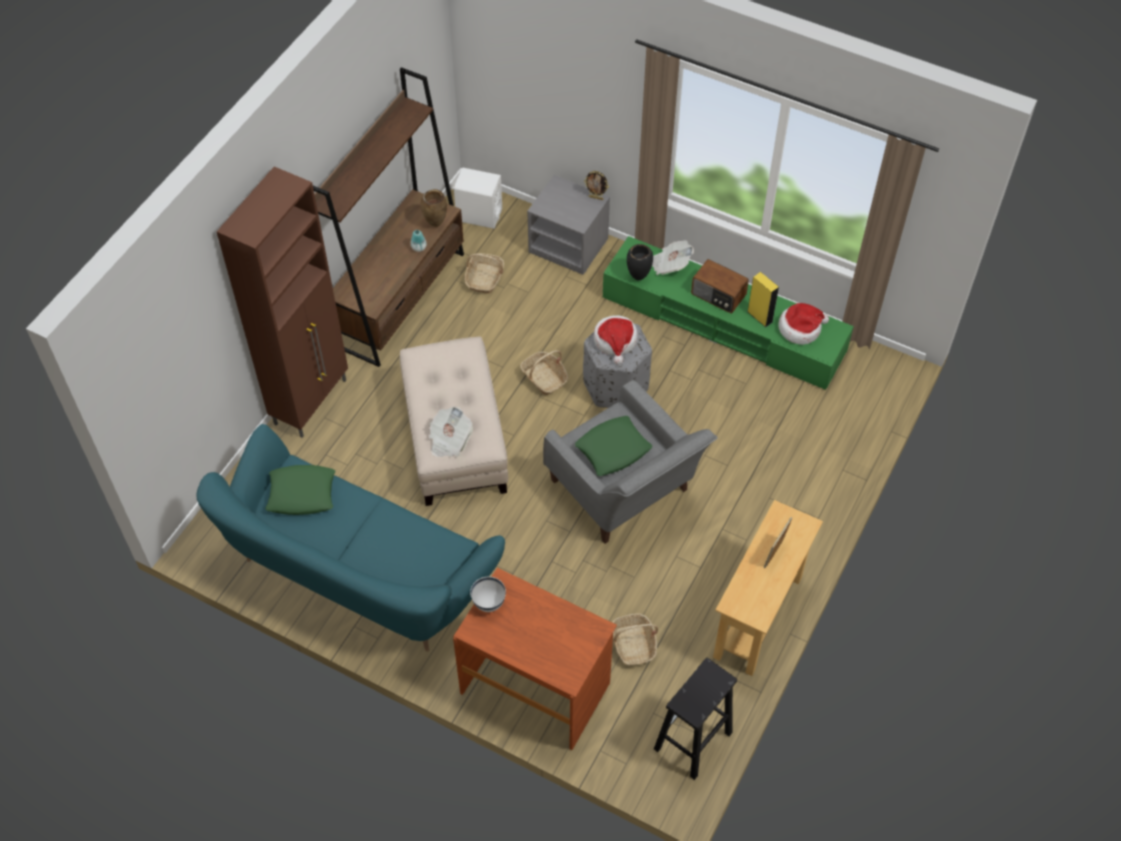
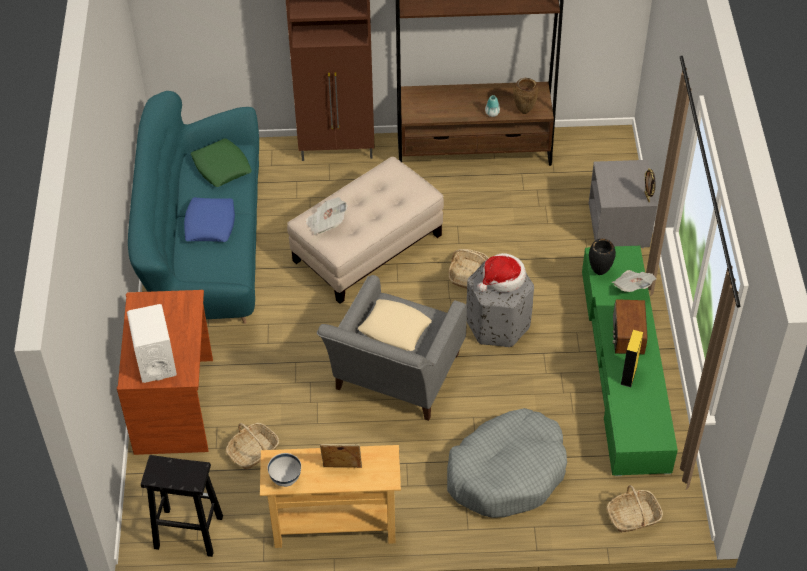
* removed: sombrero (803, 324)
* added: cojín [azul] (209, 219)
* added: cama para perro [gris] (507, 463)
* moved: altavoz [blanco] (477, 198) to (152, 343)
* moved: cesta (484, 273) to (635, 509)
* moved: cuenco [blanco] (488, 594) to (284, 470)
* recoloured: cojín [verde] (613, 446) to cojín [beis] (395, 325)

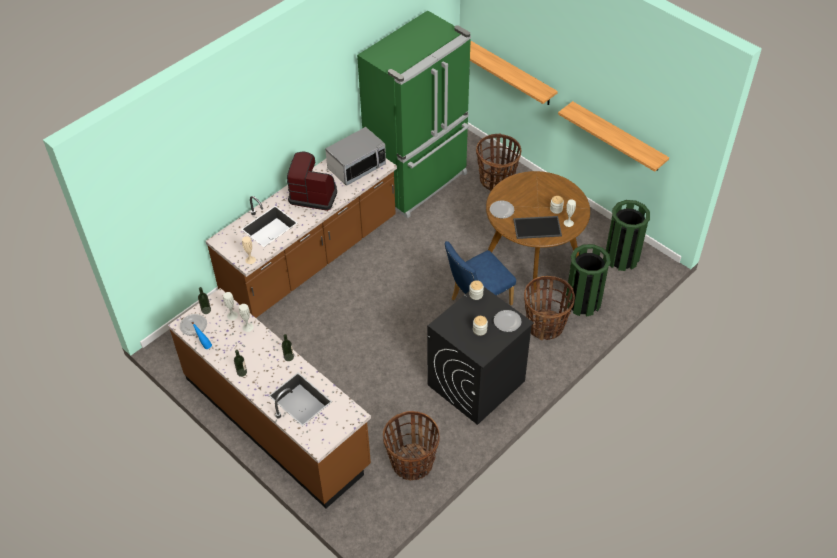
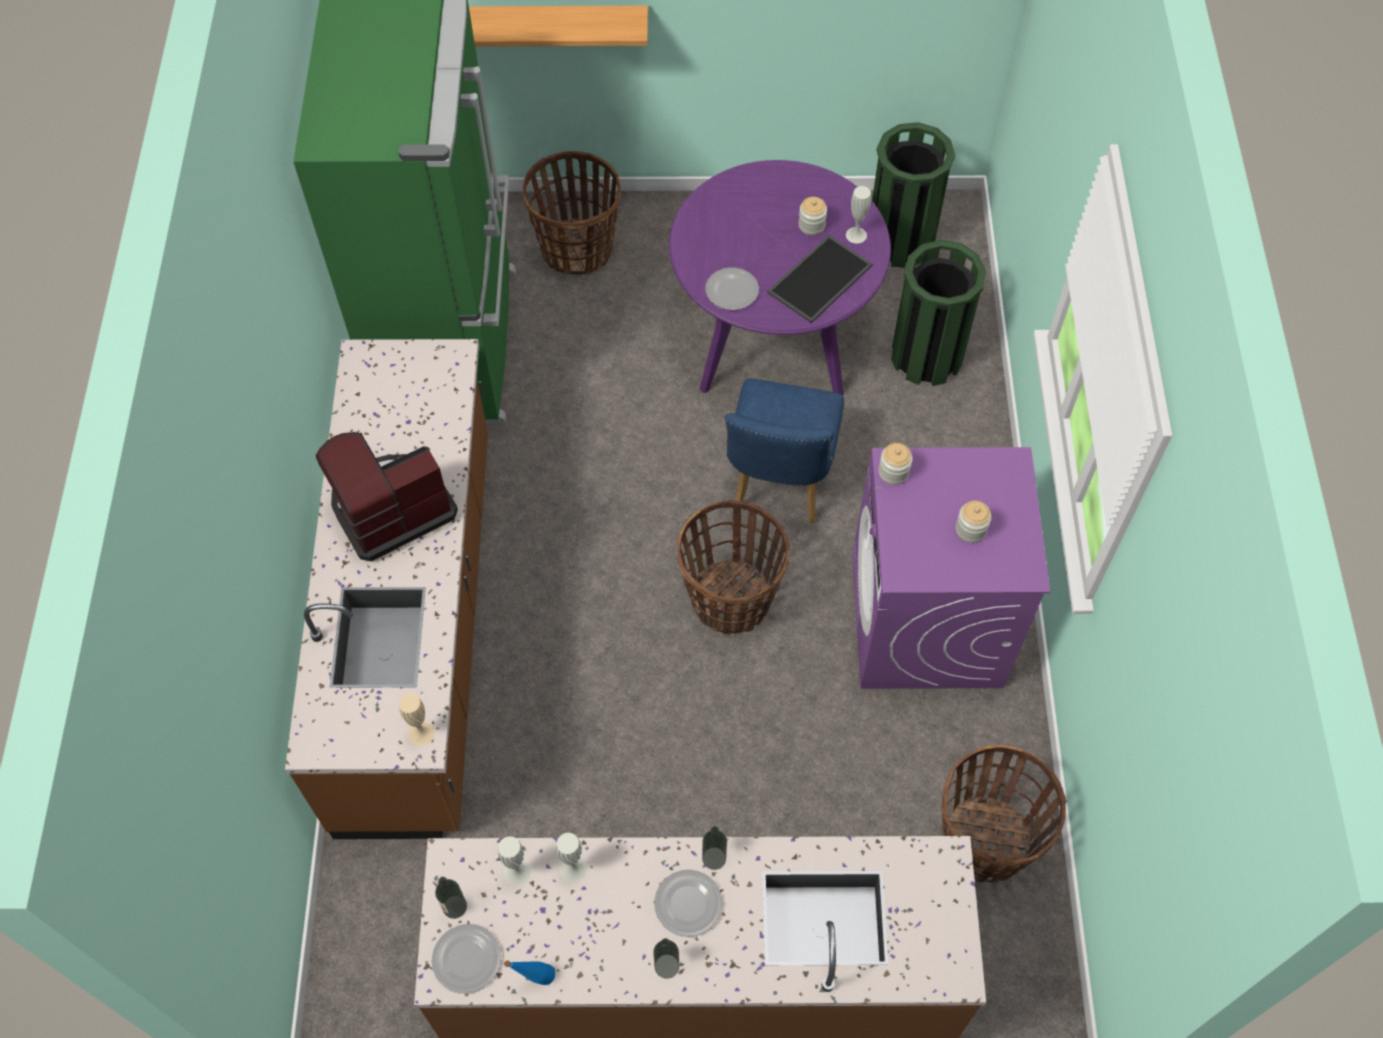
* removed: microondas (355, 156)
* removed: estante (613, 136)
* moved: plato (507, 321) to (688, 903)
* moved: cesta (549, 308) to (733, 567)
* recoloured: lavadora [negro] (480, 356) to lavadora [morado] (951, 568)
* recoloured: mesa de comedor [marrón] (538, 232) to mesa de comedor [morado] (780, 277)

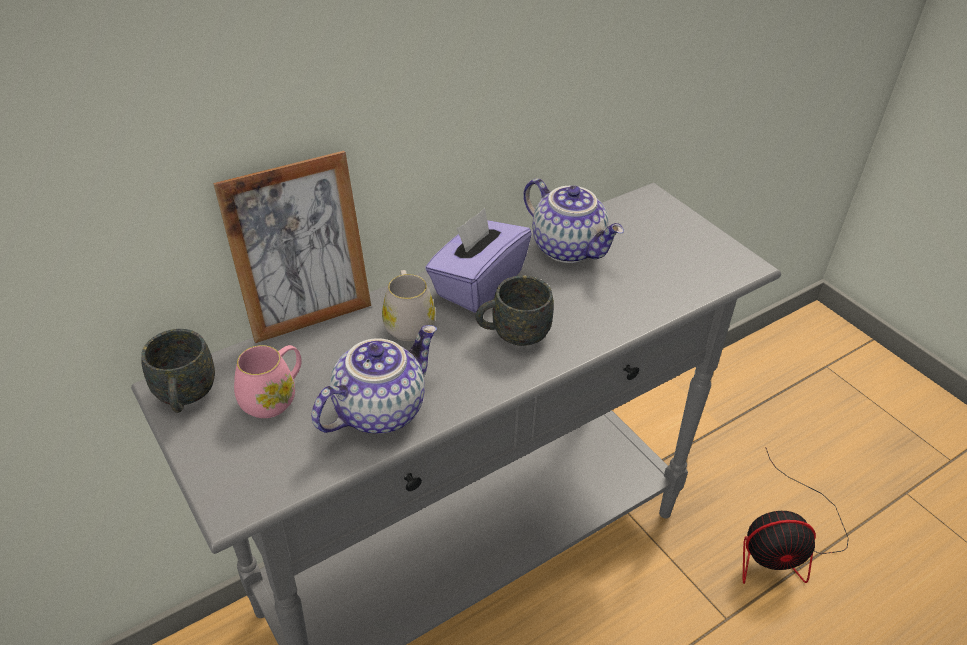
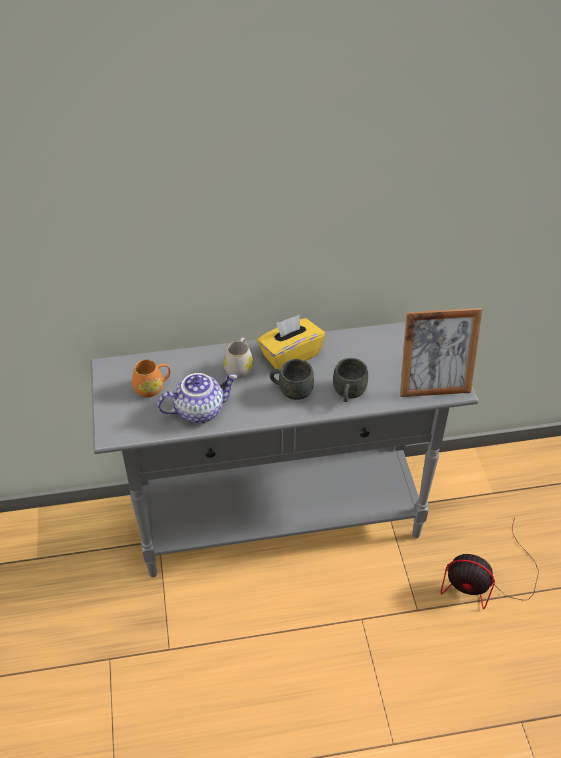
* removed: tetera (573, 220)
* moved: taza grande [gris] (178, 371) to (350, 380)
* moved: portarretratos (292, 247) to (441, 352)
* recoloured: taza grande [rosa] (267, 381) to taza grande [naranja] (151, 378)
* recoloured: caja de pañuelos [morado] (478, 260) to caja de pañuelos [amarillo] (291, 342)

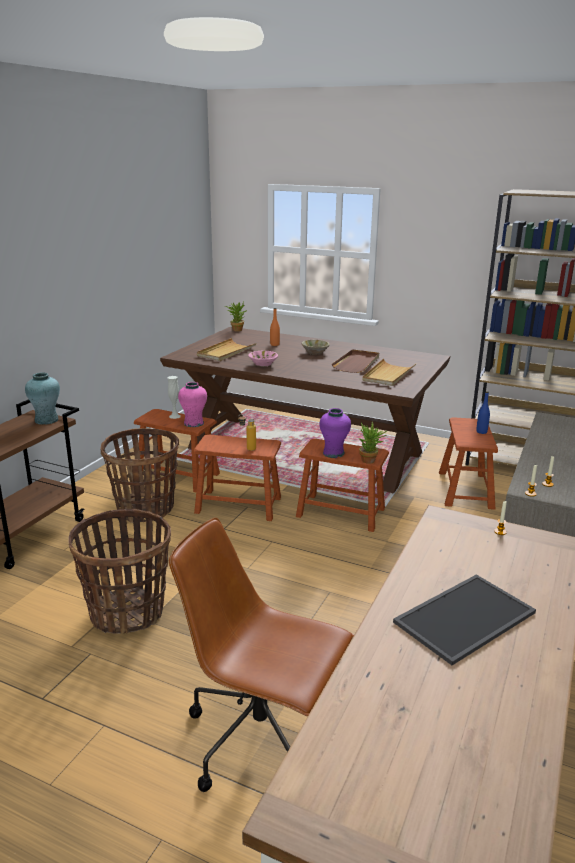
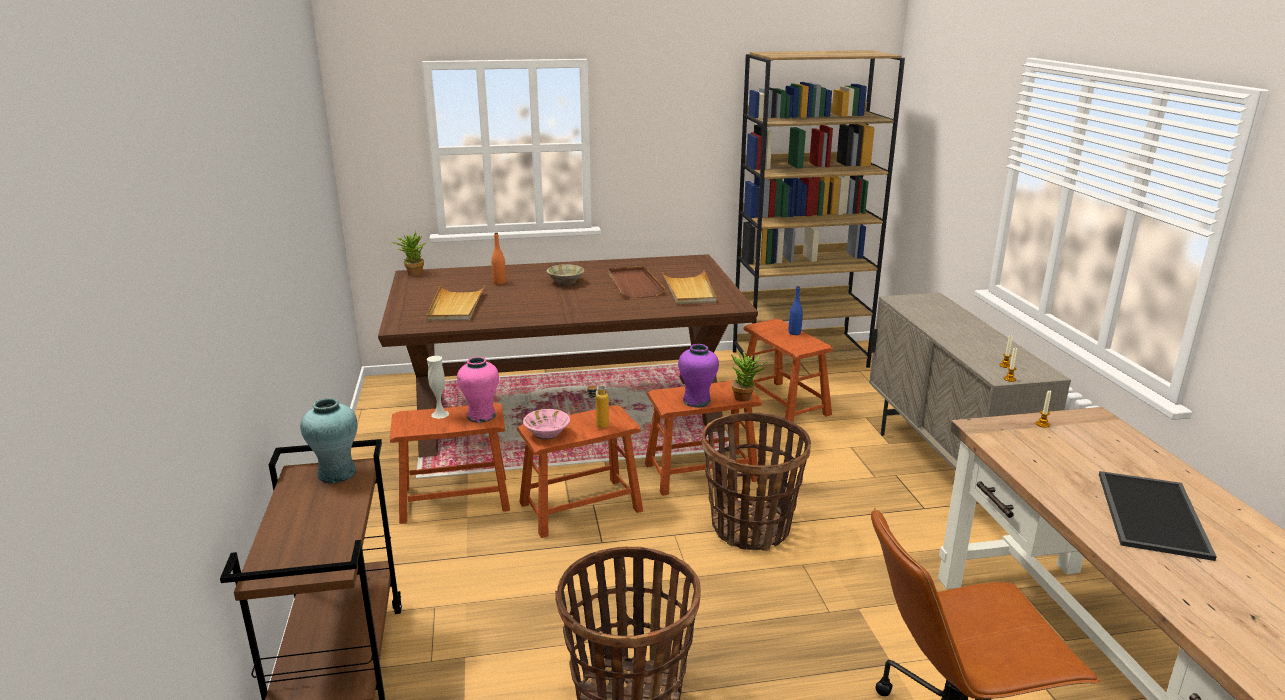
* moved: cesta (139, 475) to (756, 482)
* moved: cuenco [rosa] (263, 359) to (546, 424)

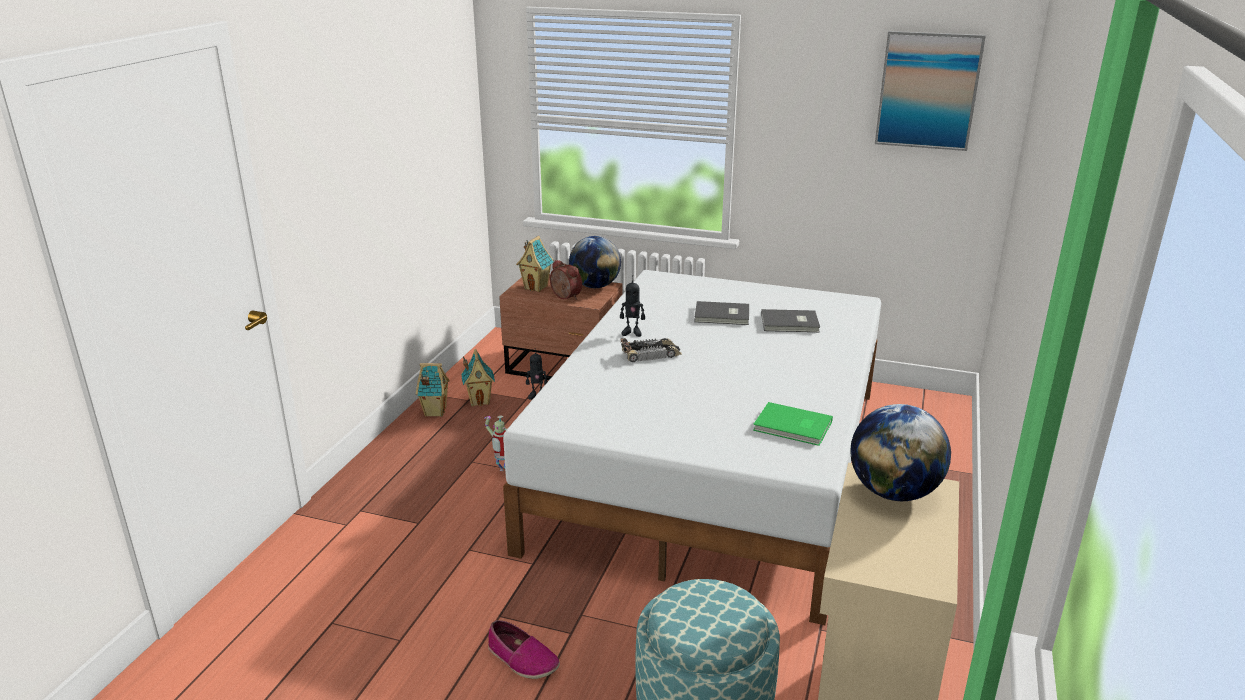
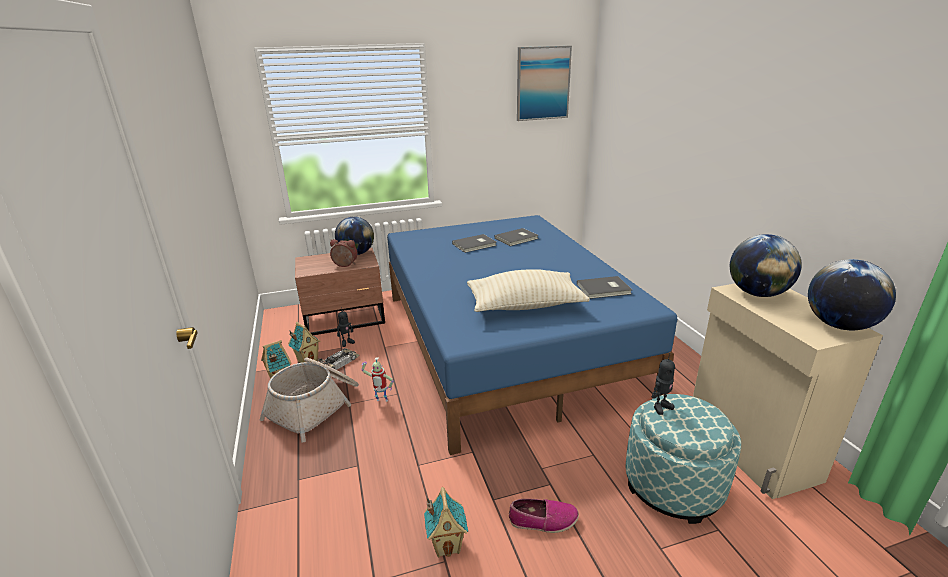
* added: cesta (309, 400)
* added: cojín [beis] (528, 290)
* added: globo terráqueo (852, 294)
* moved: casita (535, 264) to (446, 522)
* moved: robot de juguete (632, 306) to (663, 384)
* moved: coche de juguete (651, 350) to (338, 359)
* recoloured: cama [blanco] (692, 447) to cama [azul] (532, 335)
* recoloured: libro [verde] (793, 424) to libro [gris] (604, 287)

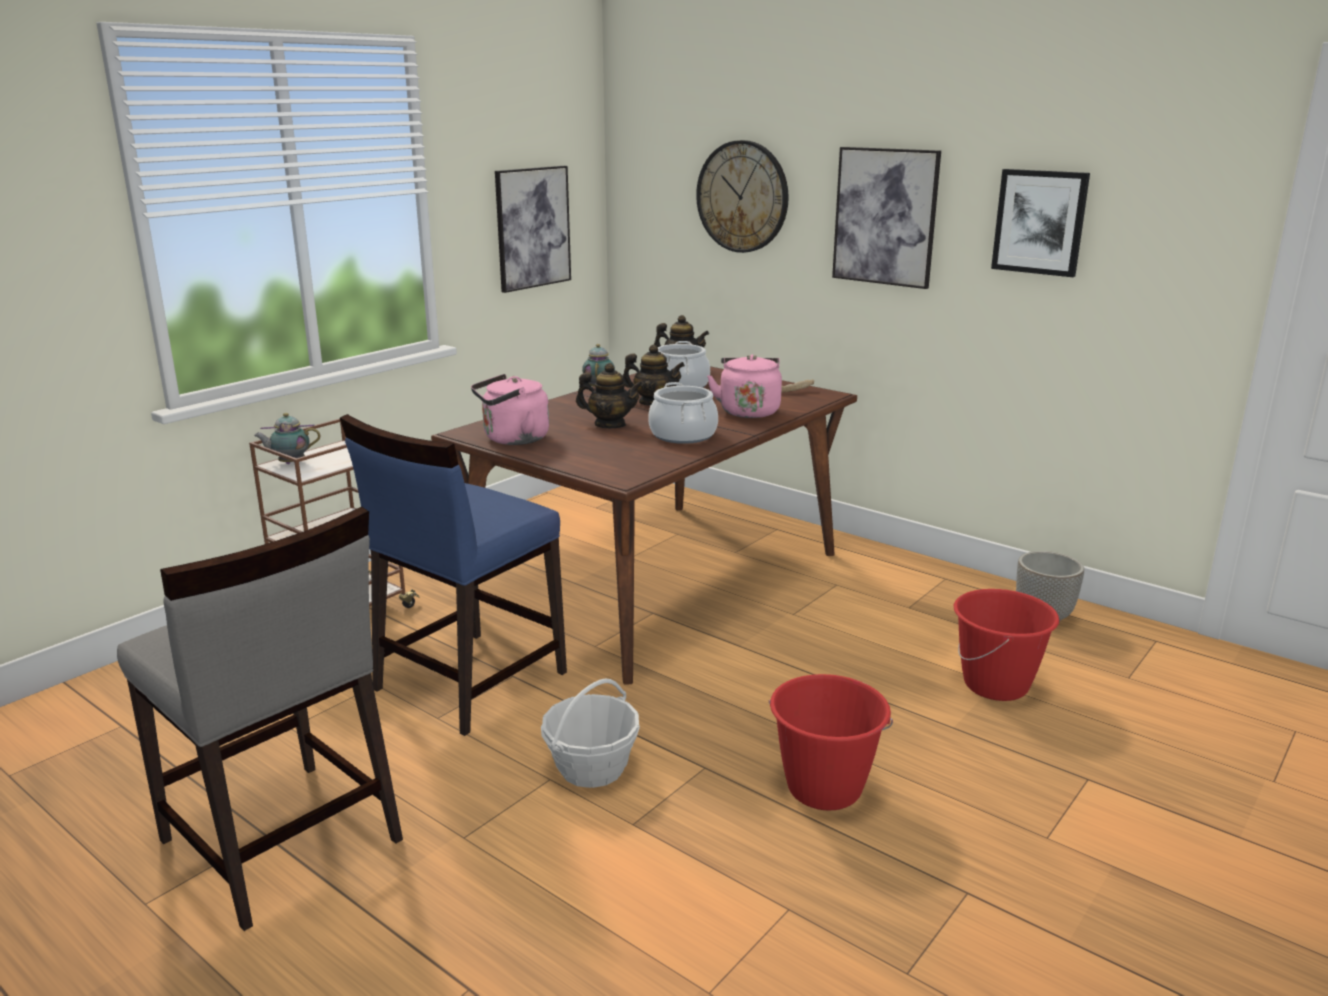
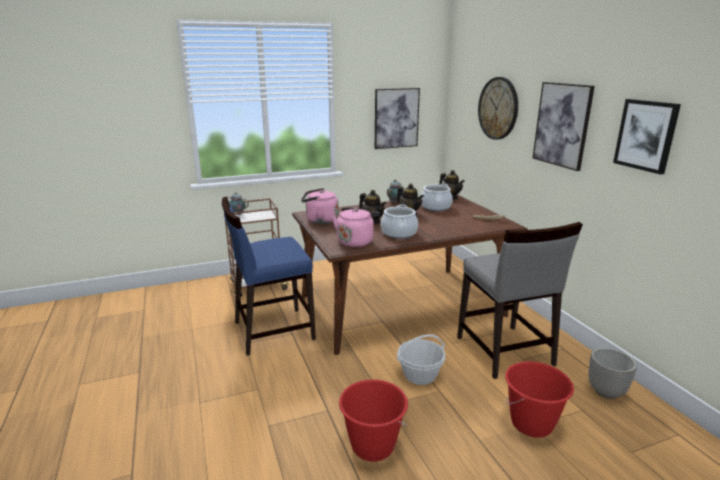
* moved: silla [gris] (260, 719) to (520, 300)
* moved: cesta (590, 733) to (421, 359)
* moved: hervidor [rosa] (744, 386) to (355, 227)

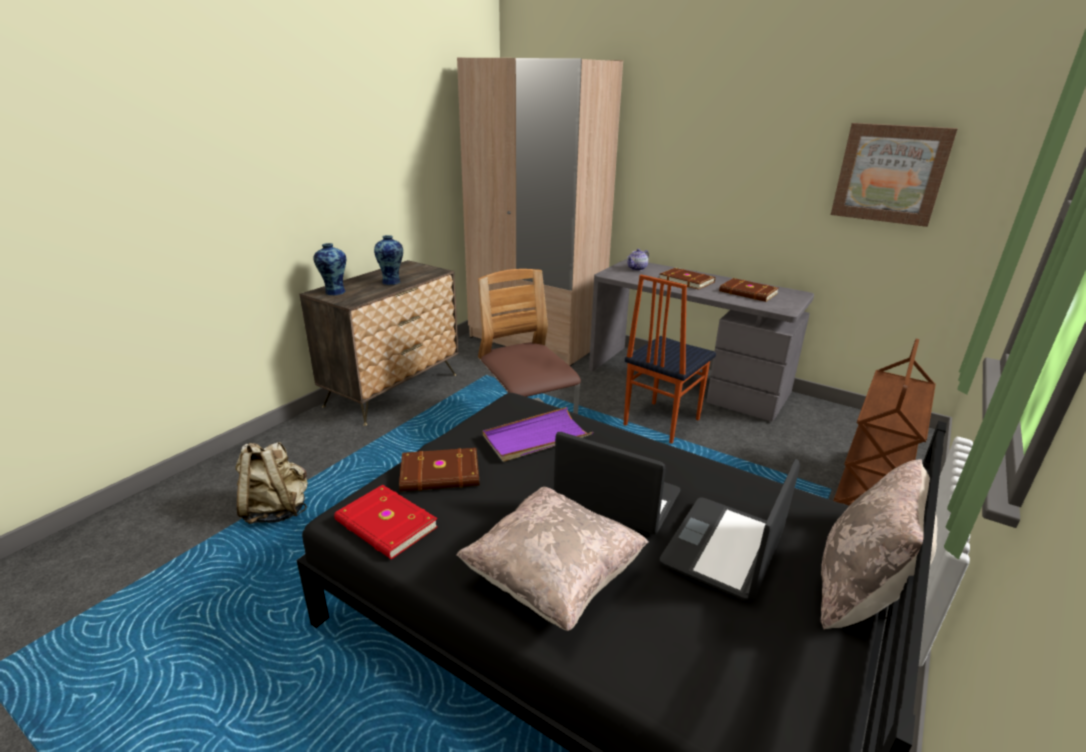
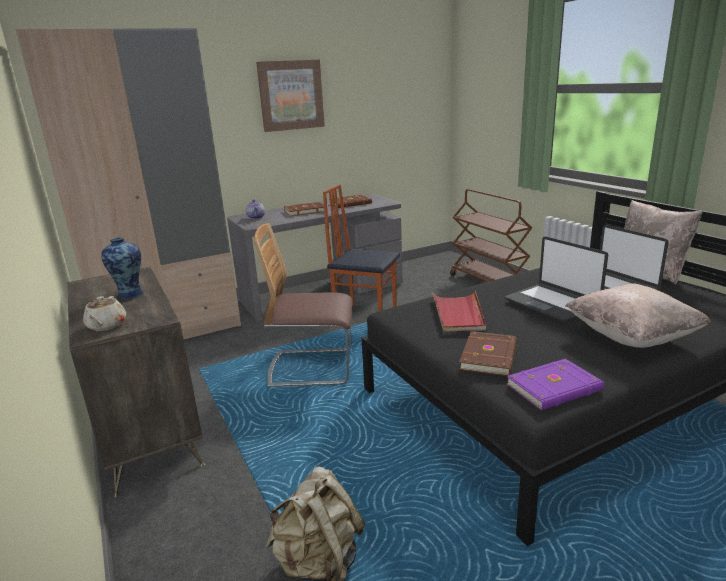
* moved: cuadro (894, 175) to (290, 96)
* replaced: florero (329, 269) to tetera [beis] (104, 313)
* recoloured: libro [rojo] (386, 522) to libro [morado] (555, 384)
* recoloured: bandeja [morado] (538, 434) to bandeja [rojo] (459, 311)
* turned: portátil (617, 483) = (556, 279) 90 degrees counterclockwise
* turned: silla (670, 359) = (361, 247) 135 degrees clockwise

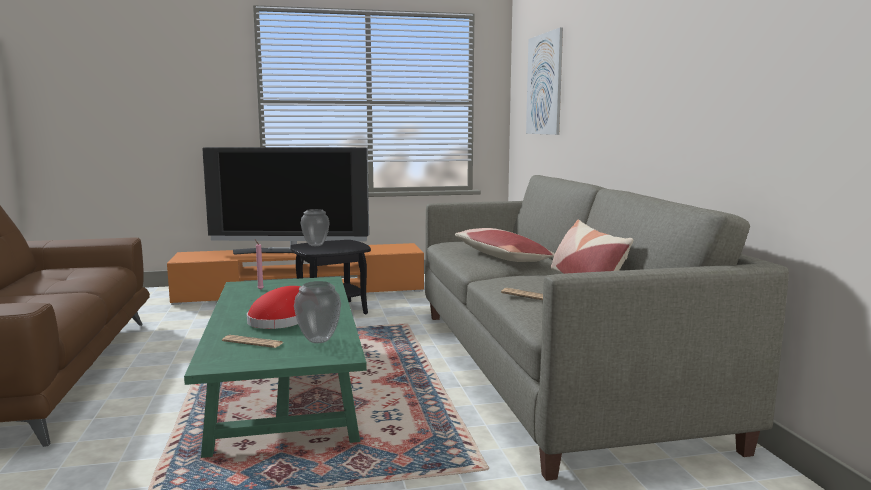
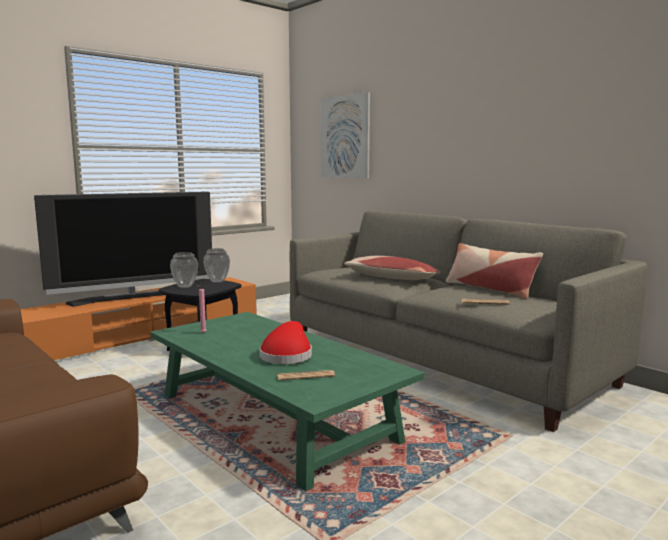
* moved: florero (317, 312) to (216, 265)

